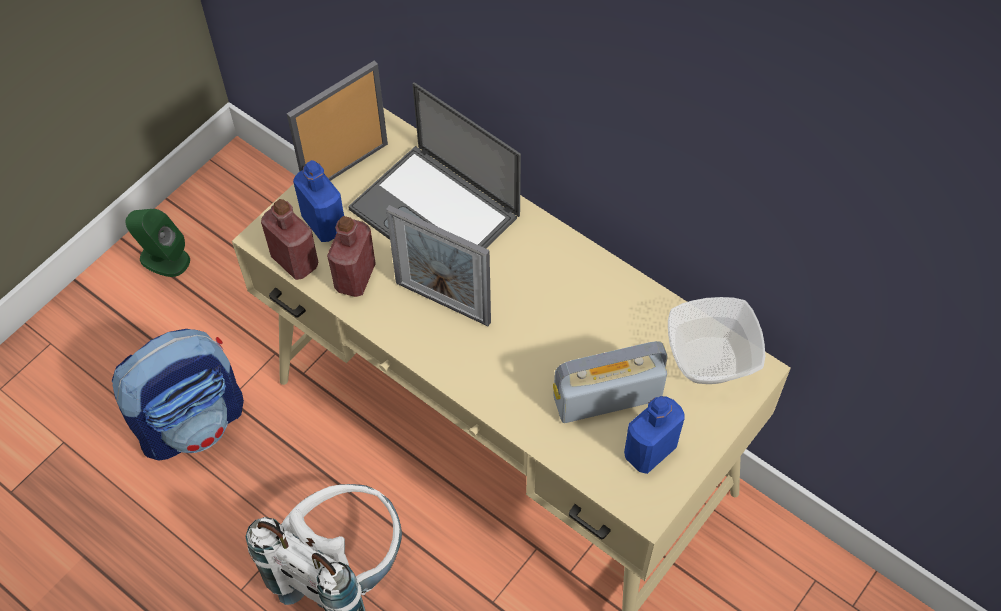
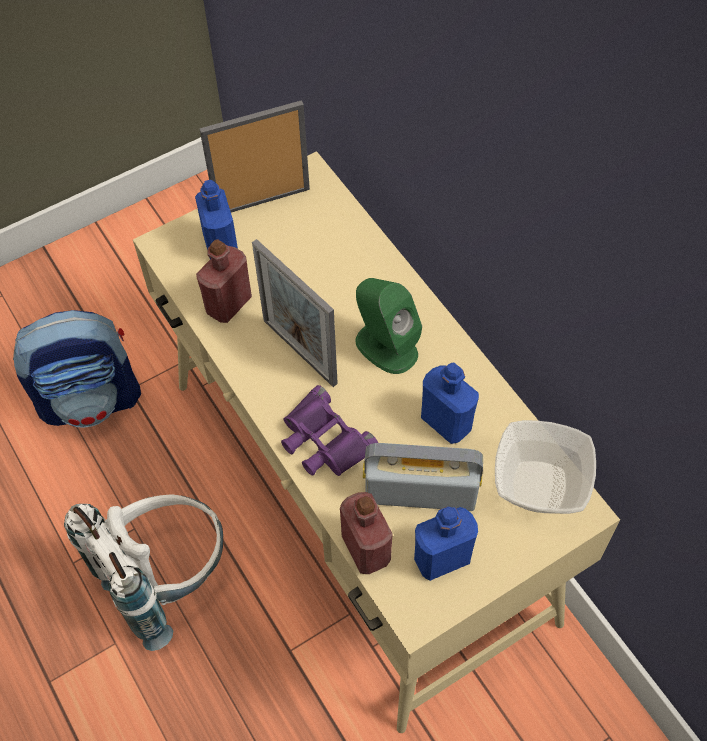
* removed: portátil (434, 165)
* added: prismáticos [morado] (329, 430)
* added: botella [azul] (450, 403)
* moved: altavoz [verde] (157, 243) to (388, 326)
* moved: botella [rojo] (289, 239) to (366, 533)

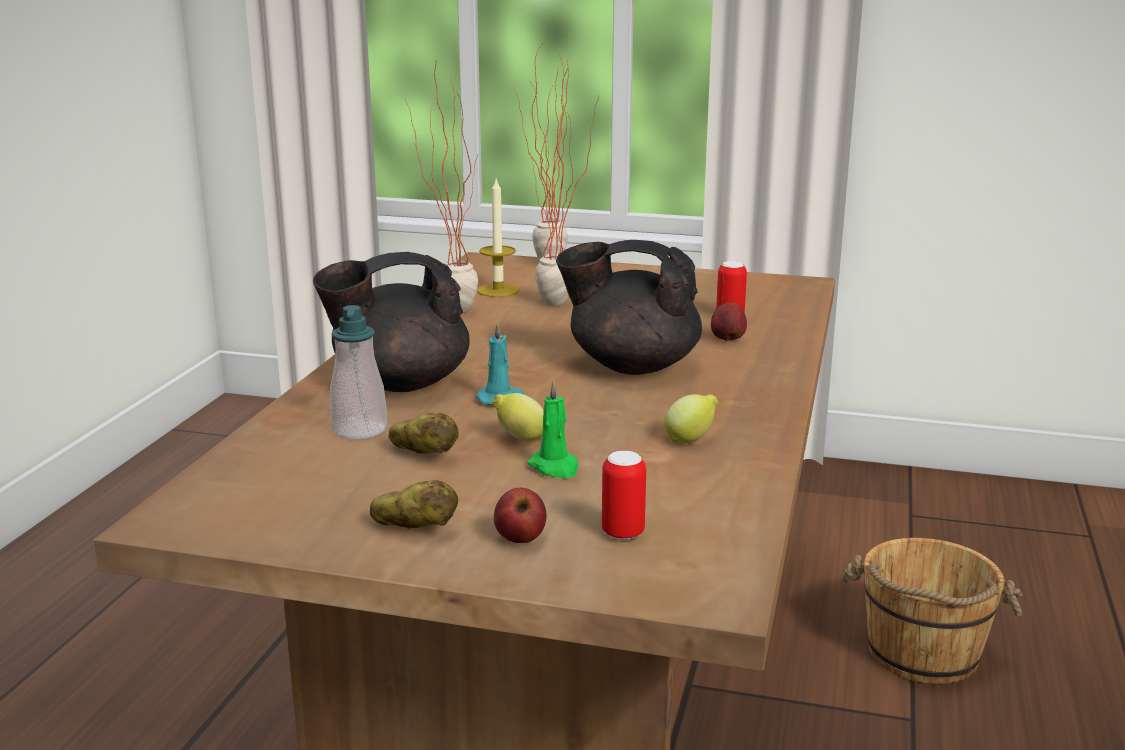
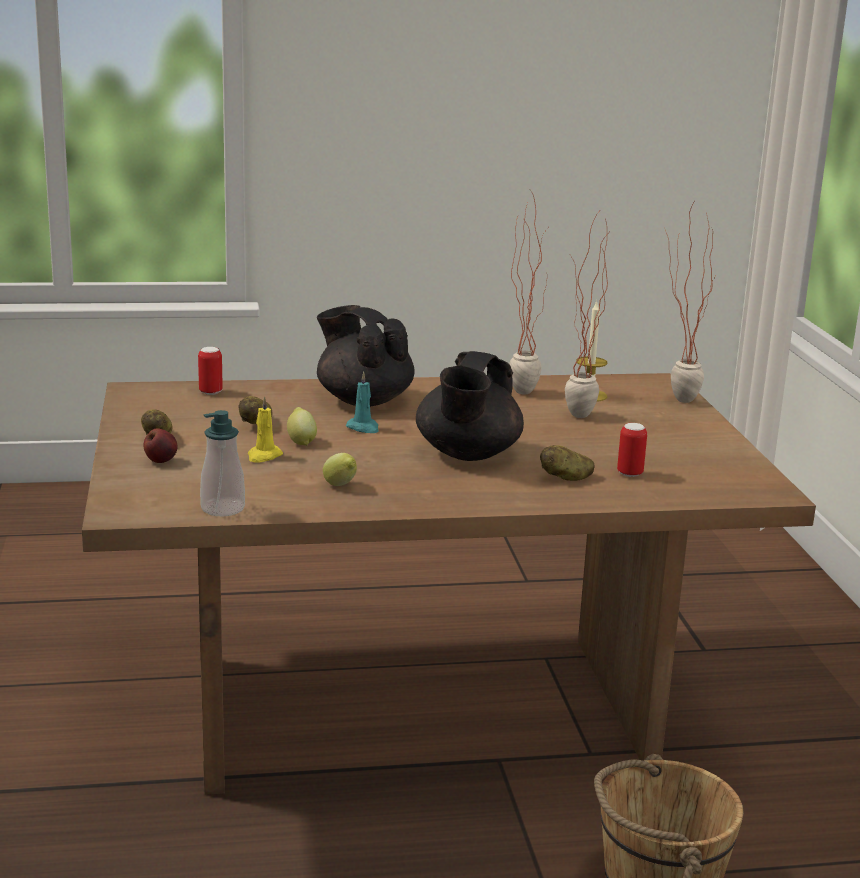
* moved: dispensador de jabón (358, 372) to (222, 463)
* moved: lata (624, 495) to (210, 371)
* replaced: manzana (729, 321) to patata (567, 463)
* recoloured: vela [verde] (553, 429) to vela [amarillo] (265, 429)
* turned: tetera [negro] (629, 307) = (470, 406) 150 degrees counterclockwise

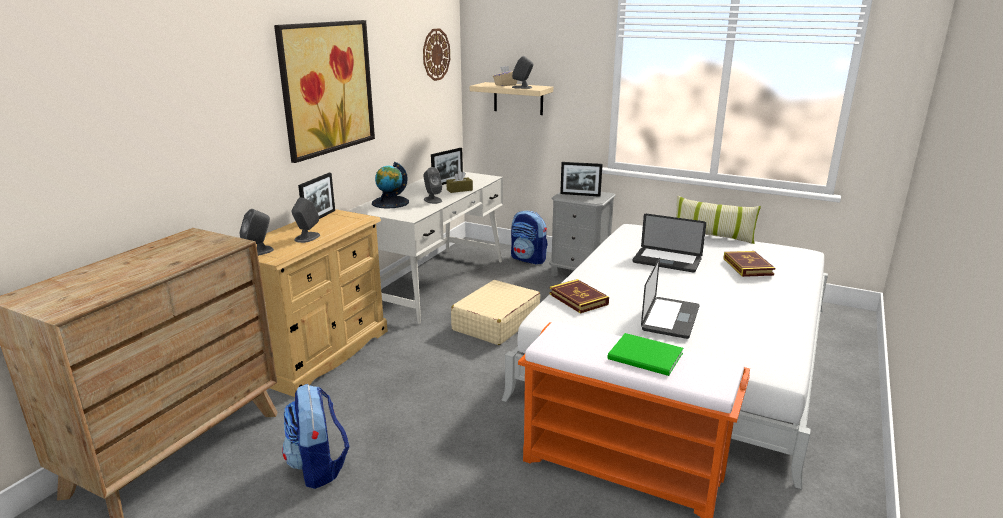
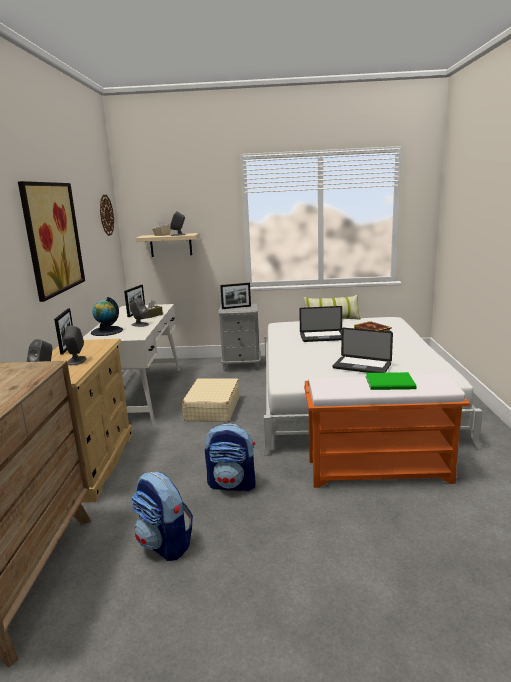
* removed: libro (579, 296)
* moved: mochila (529, 238) to (230, 457)
* turned: portátil (670, 298) = (362, 350) 120 degrees clockwise

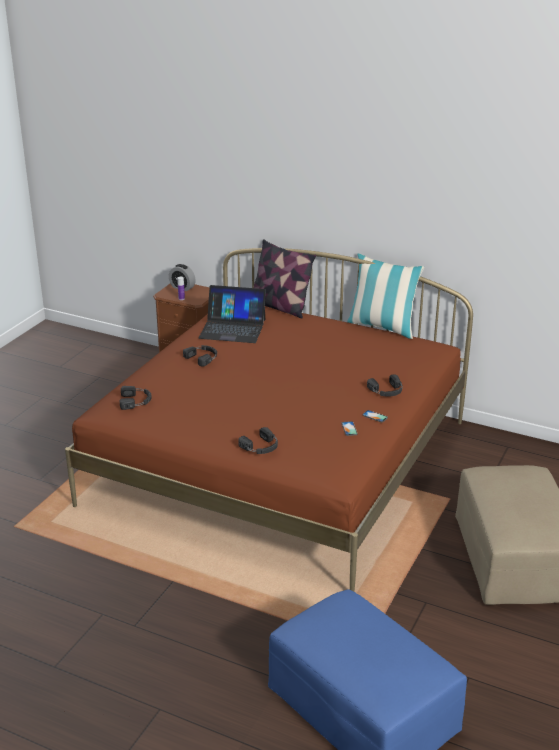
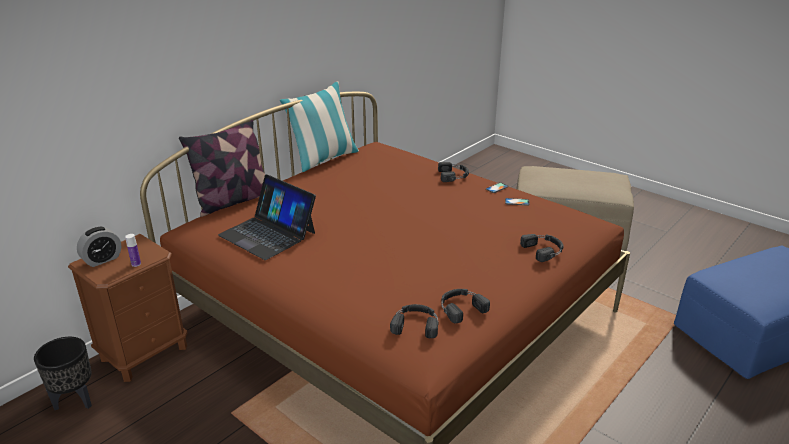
* added: maceta [negro] (63, 373)
* moved: auriculares [negro] (200, 356) to (465, 306)
* turned: portátil (232, 314) = (267, 217) 105 degrees clockwise

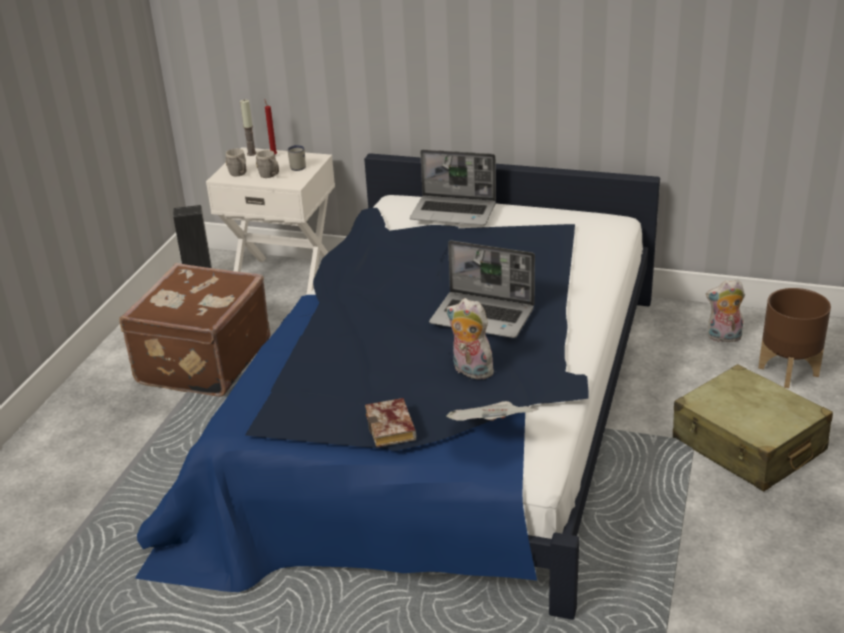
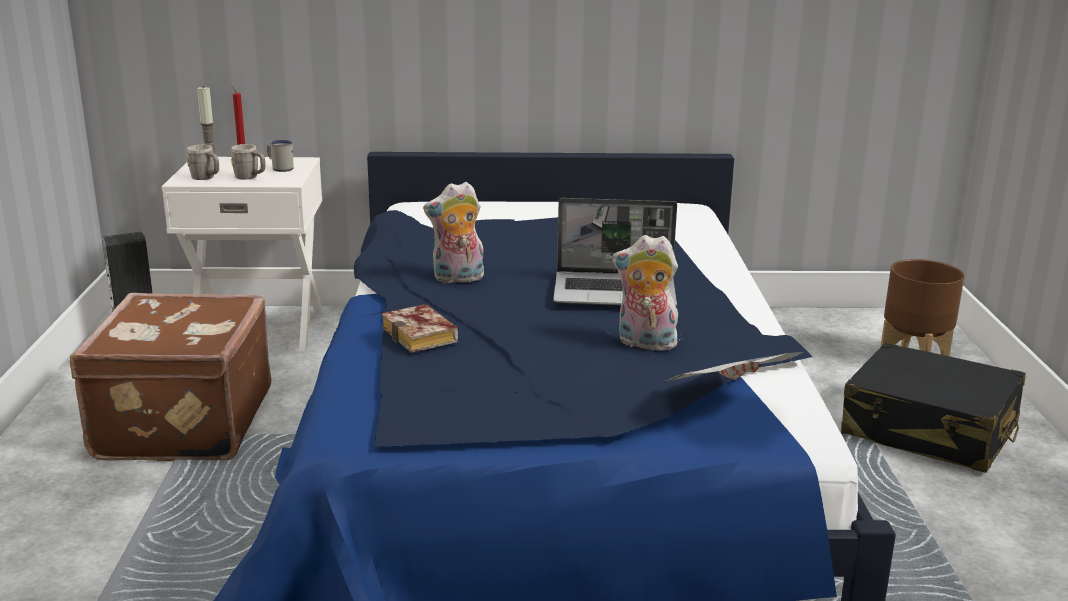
* removed: portátil (453, 187)
* moved: libro (390, 423) to (419, 328)
* moved: peluche (725, 311) to (453, 232)
* recoloured: maleta [beis] (753, 428) to maleta [negro] (933, 408)

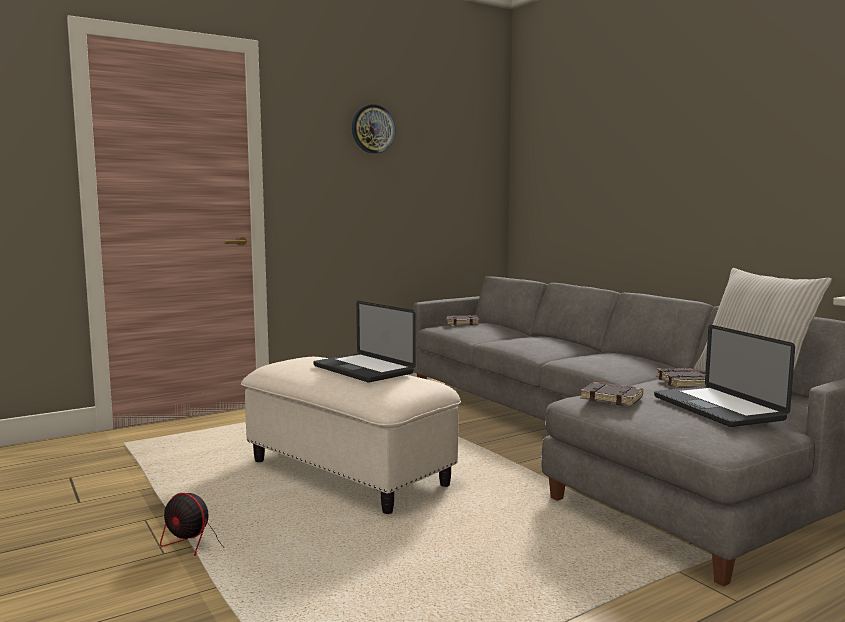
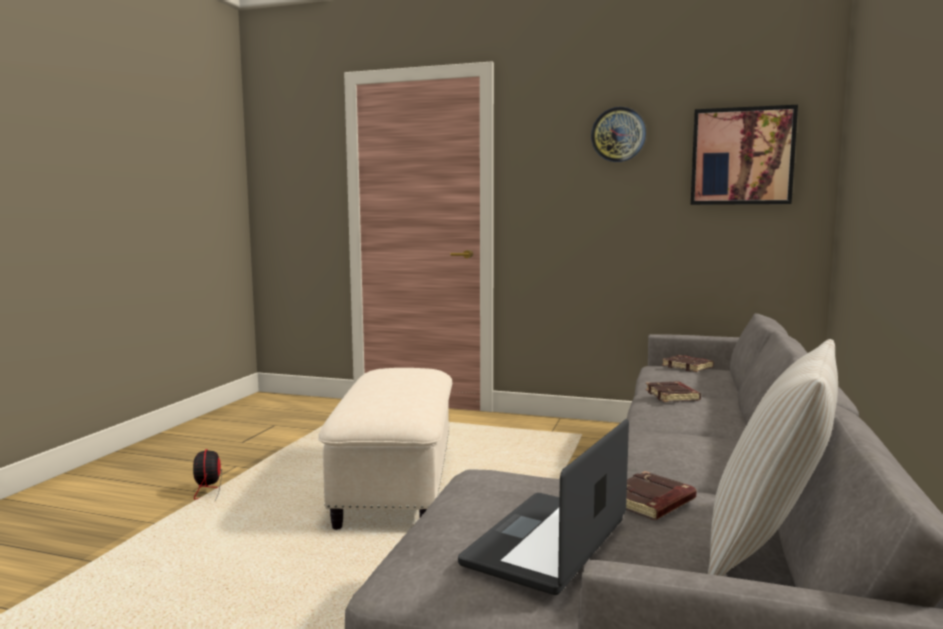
* removed: portátil (364, 341)
* added: cuadro (744, 155)
* moved: libro [marrón] (611, 394) to (673, 391)

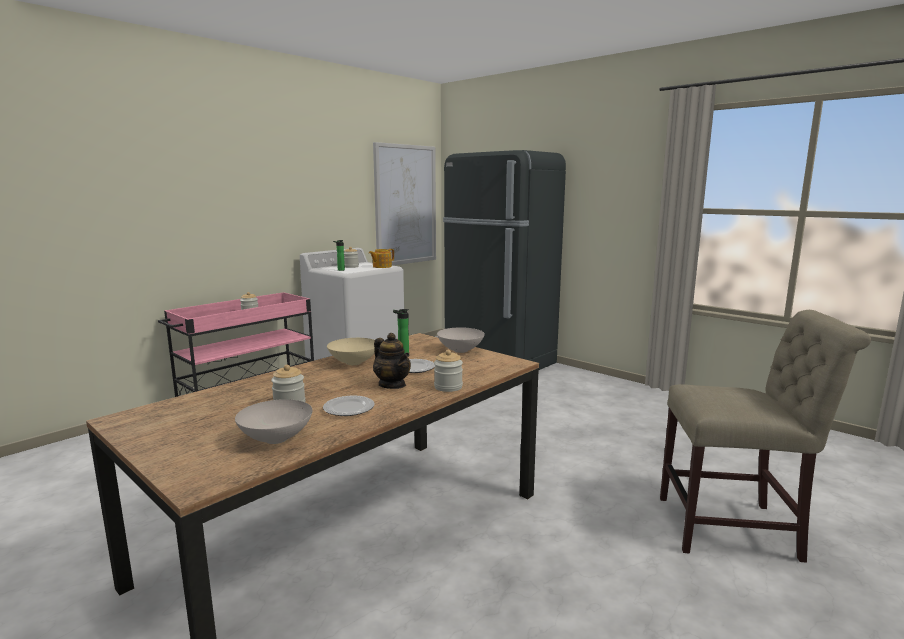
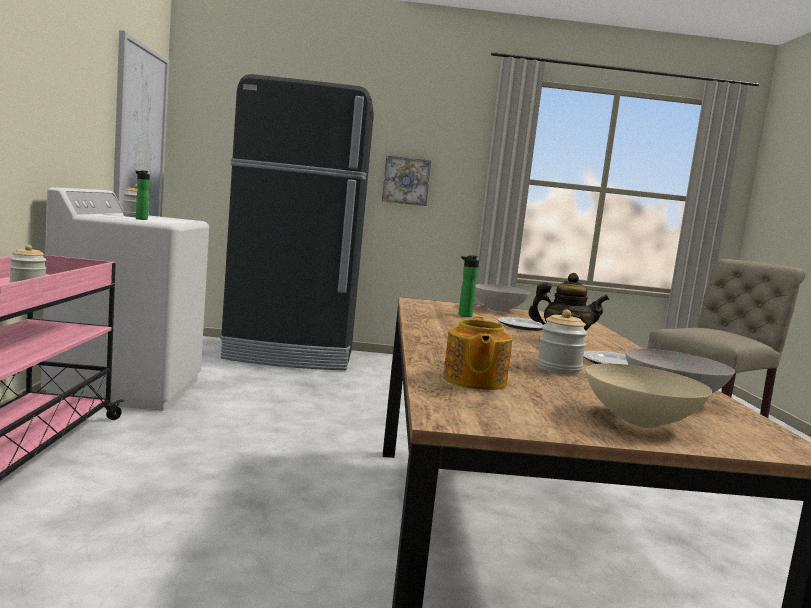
* removed: tarro (448, 371)
* added: cuadro (406, 180)
* moved: cuenco [beis] (351, 351) to (649, 395)
* moved: tetera (381, 258) to (477, 353)

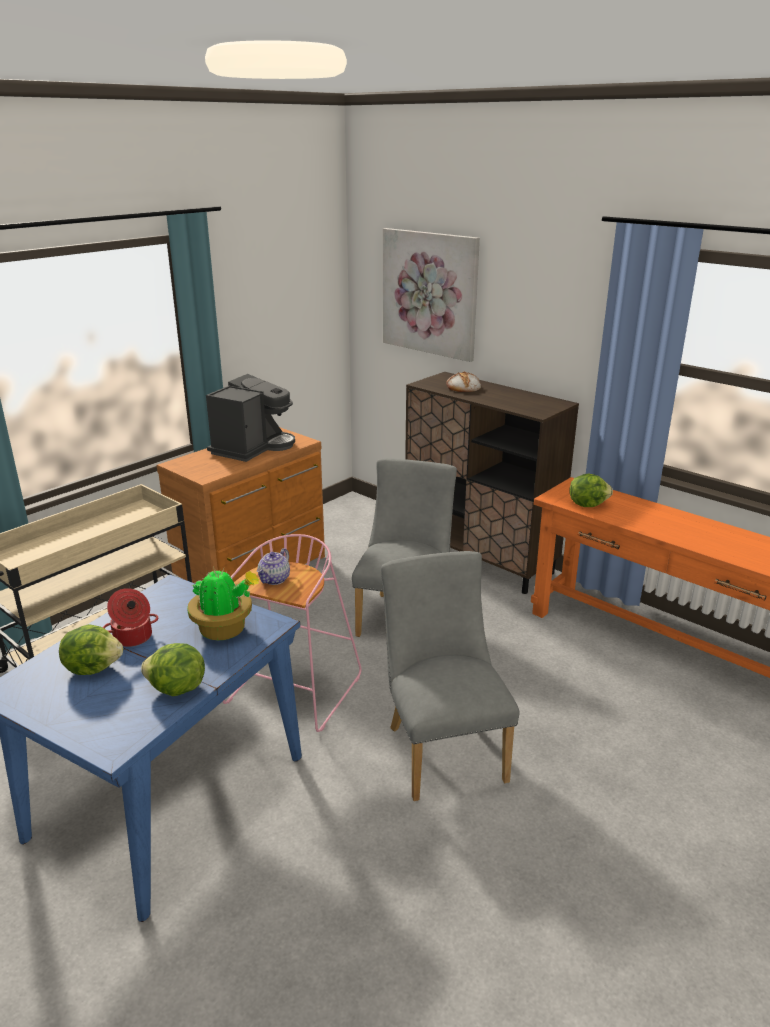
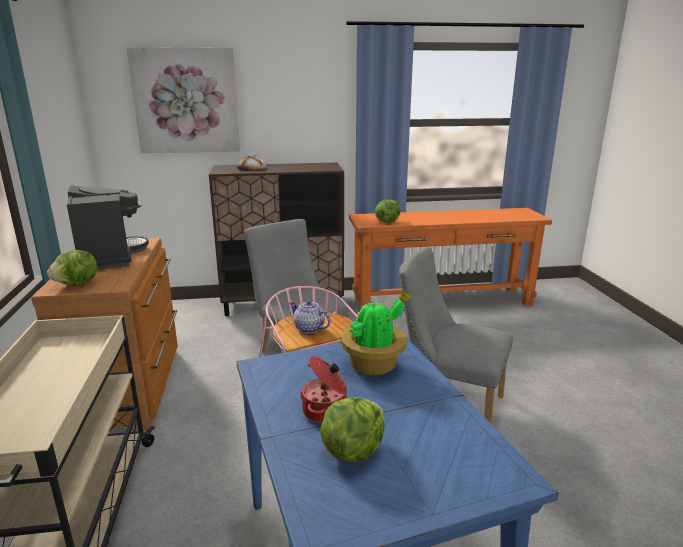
* moved: lechuga (173, 669) to (72, 268)
* turned: tetera (273, 566) = (310, 316) 150 degrees clockwise

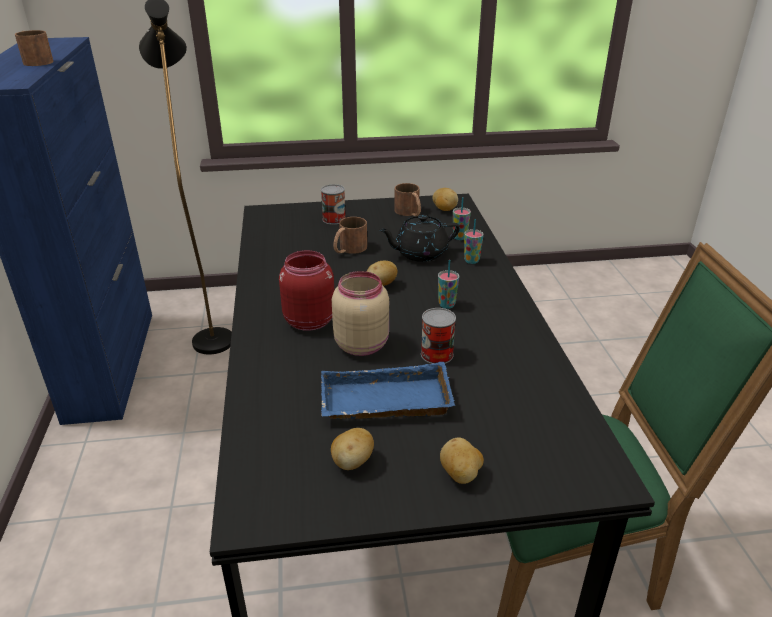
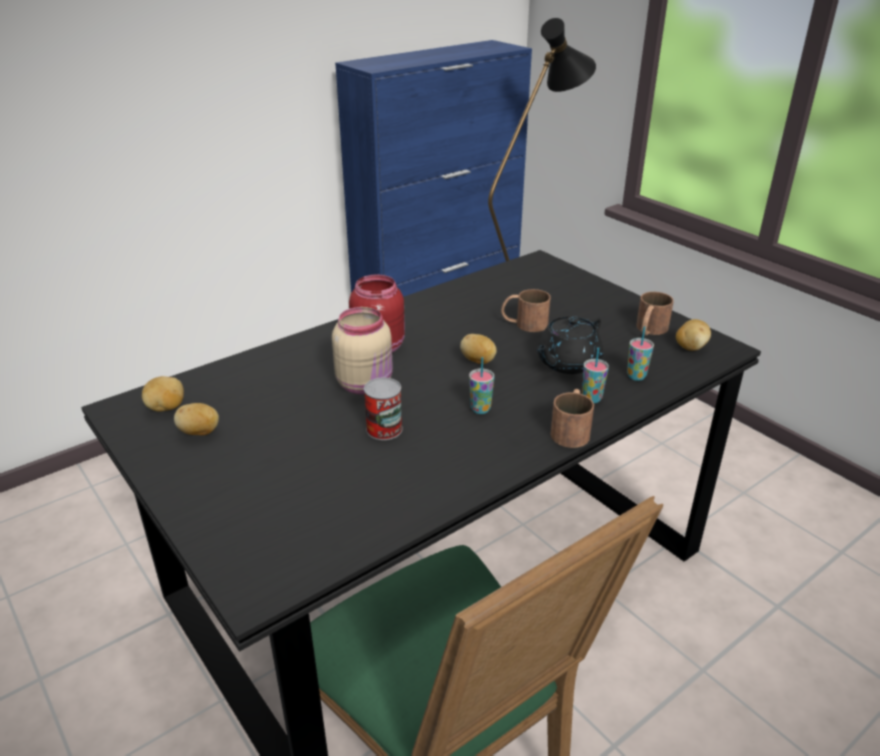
* removed: lata (333, 204)
* removed: bandeja [azul] (388, 390)
* moved: taza grande [marrón] (34, 48) to (572, 418)
* moved: patata (462, 460) to (163, 393)
* turned: tetera [negro] (419, 238) = (570, 345) 90 degrees counterclockwise

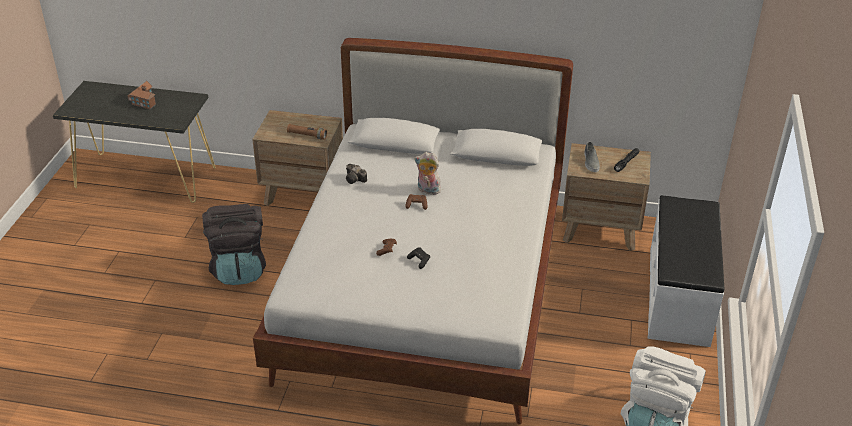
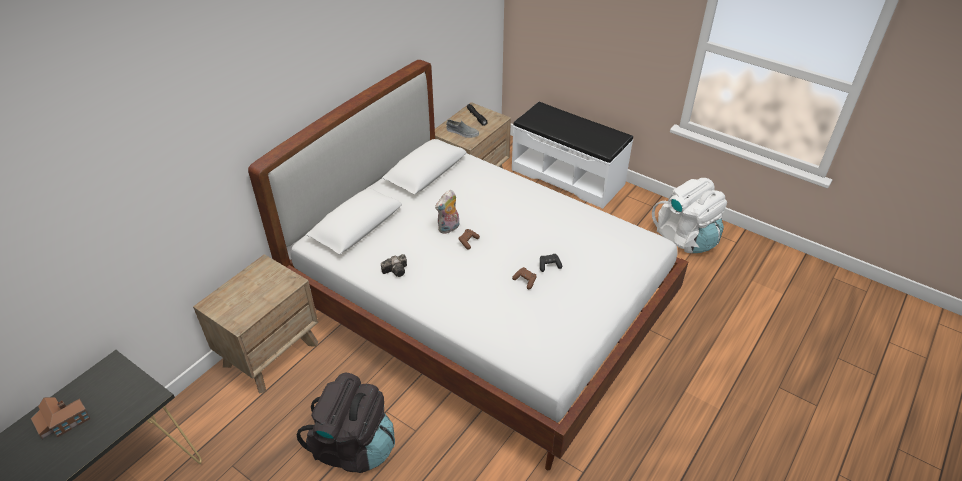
* removed: linterna [marrón] (307, 132)

